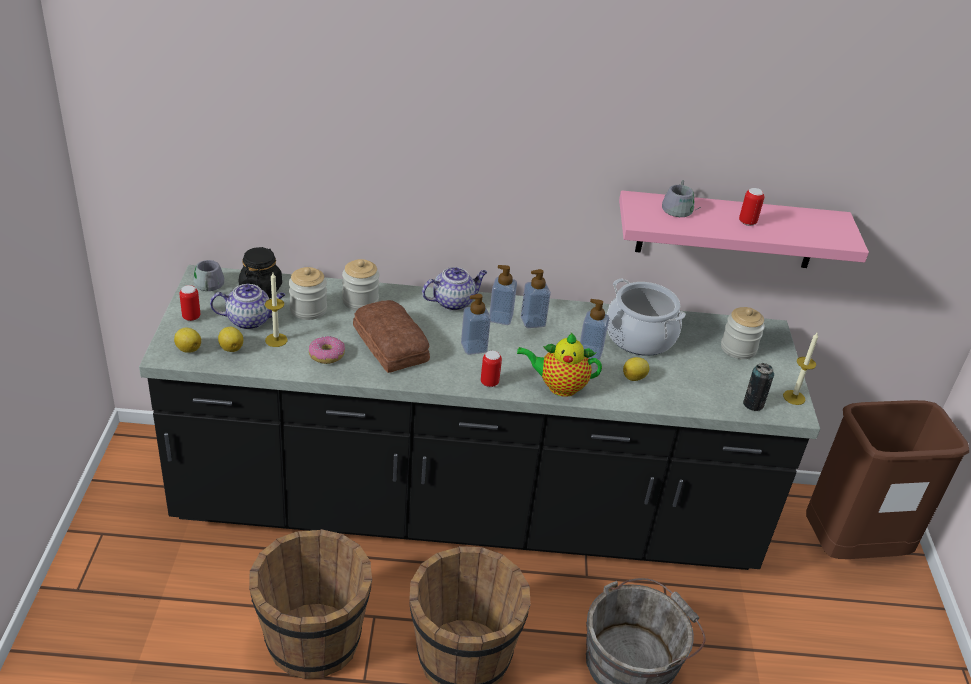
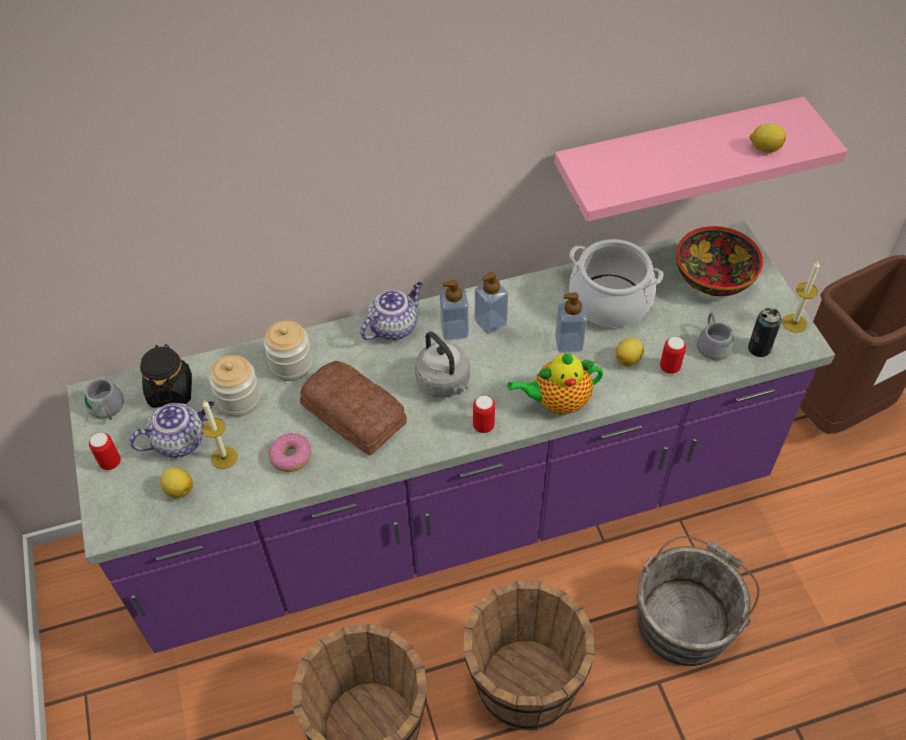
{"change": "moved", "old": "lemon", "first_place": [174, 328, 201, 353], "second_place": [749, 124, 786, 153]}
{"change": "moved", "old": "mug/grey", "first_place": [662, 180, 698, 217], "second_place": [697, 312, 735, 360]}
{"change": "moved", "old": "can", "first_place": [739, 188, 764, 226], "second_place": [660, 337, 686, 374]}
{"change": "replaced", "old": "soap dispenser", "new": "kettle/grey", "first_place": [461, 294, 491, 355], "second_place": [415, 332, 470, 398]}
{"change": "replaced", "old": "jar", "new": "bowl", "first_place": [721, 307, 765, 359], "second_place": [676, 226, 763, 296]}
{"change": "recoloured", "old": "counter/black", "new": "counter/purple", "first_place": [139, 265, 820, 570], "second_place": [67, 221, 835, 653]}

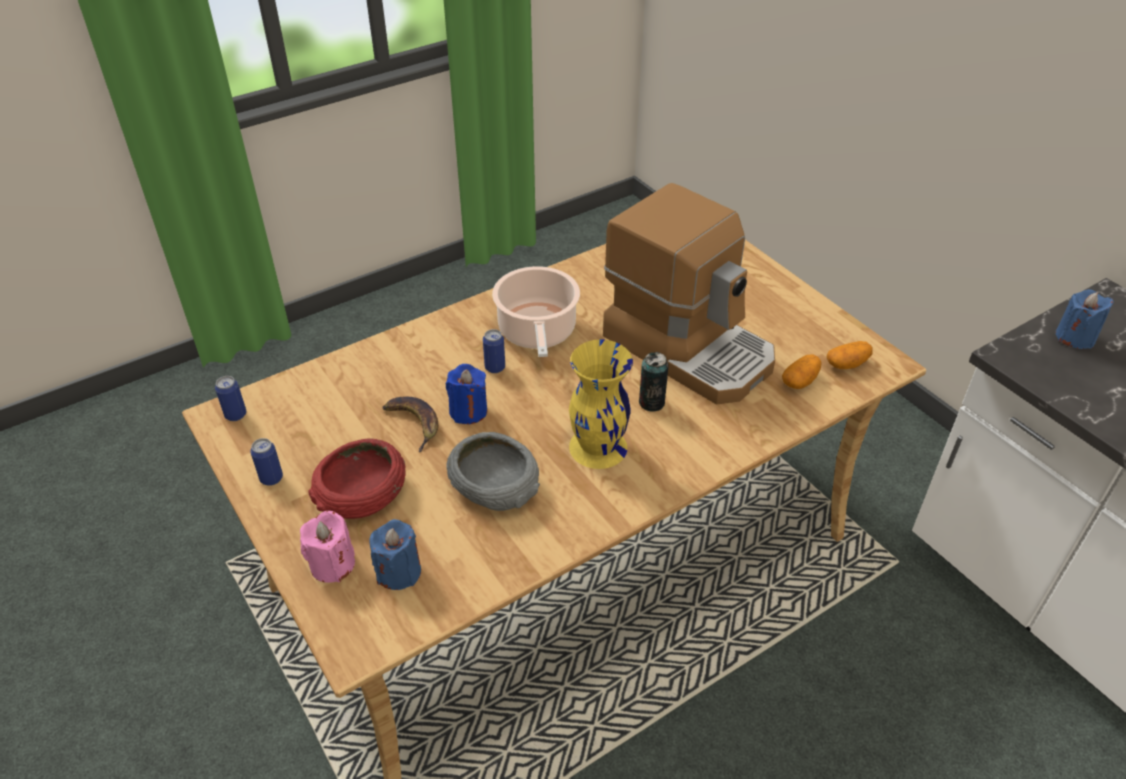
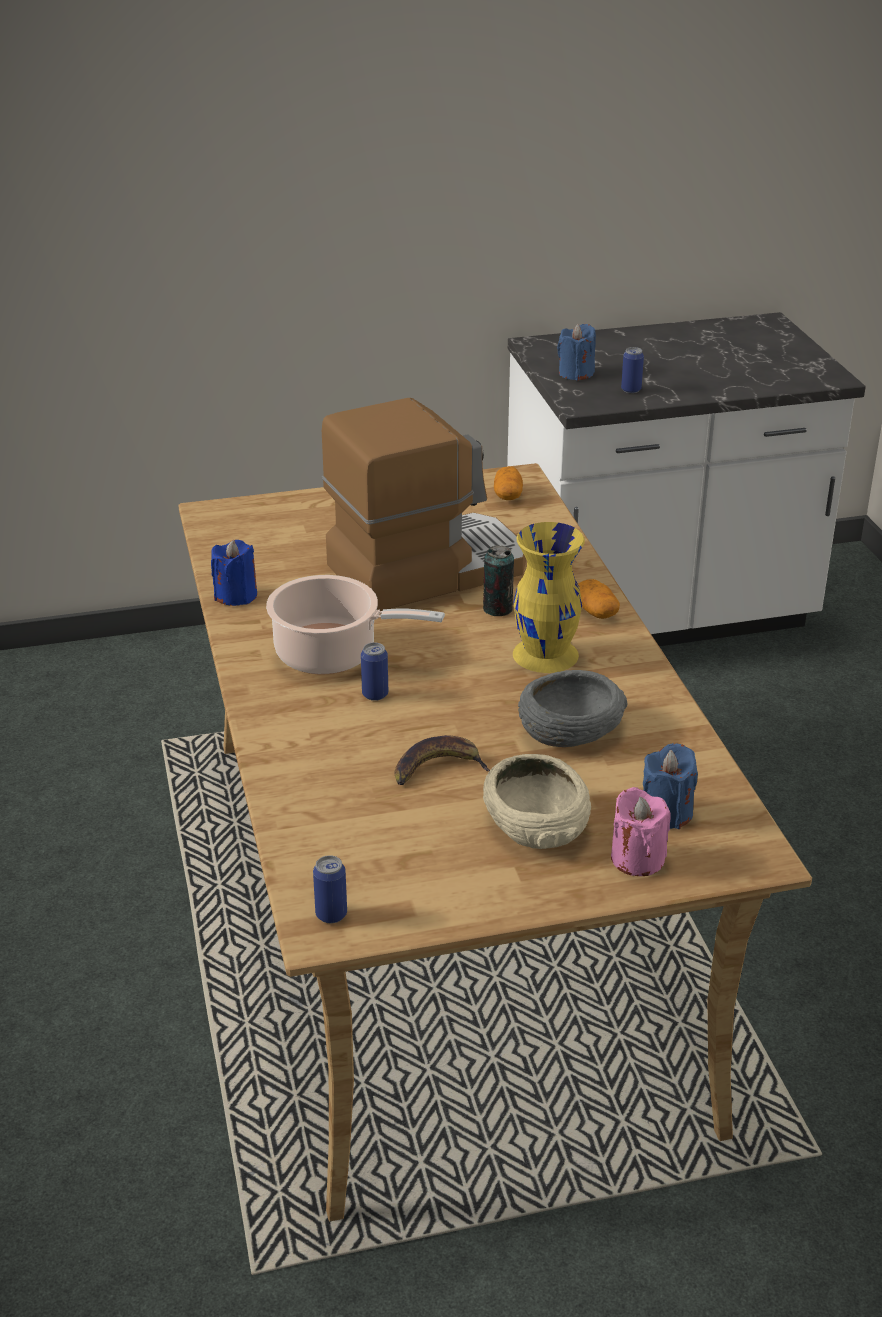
{"change": "moved", "old": "can", "first_place": [250, 438, 283, 486], "second_place": [621, 347, 644, 393]}
{"change": "moved", "old": "candle/blue", "first_place": [446, 364, 487, 424], "second_place": [211, 540, 257, 606]}
{"change": "moved", "old": "potato", "first_place": [782, 354, 822, 389], "second_place": [578, 579, 620, 619]}
{"change": "recoloured", "old": "bowl/red", "new": "bowl/beige", "first_place": [308, 438, 406, 519], "second_place": [483, 754, 591, 849]}

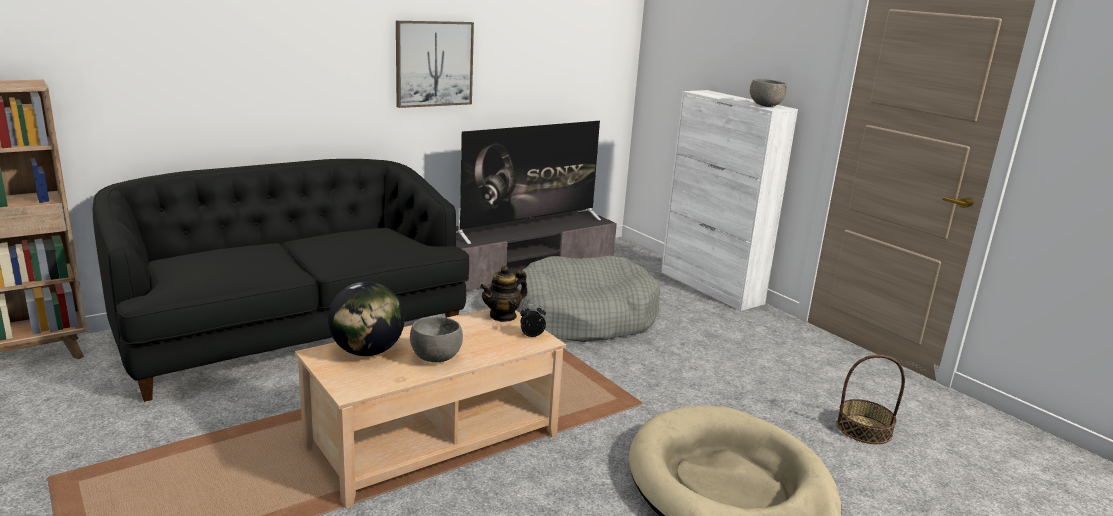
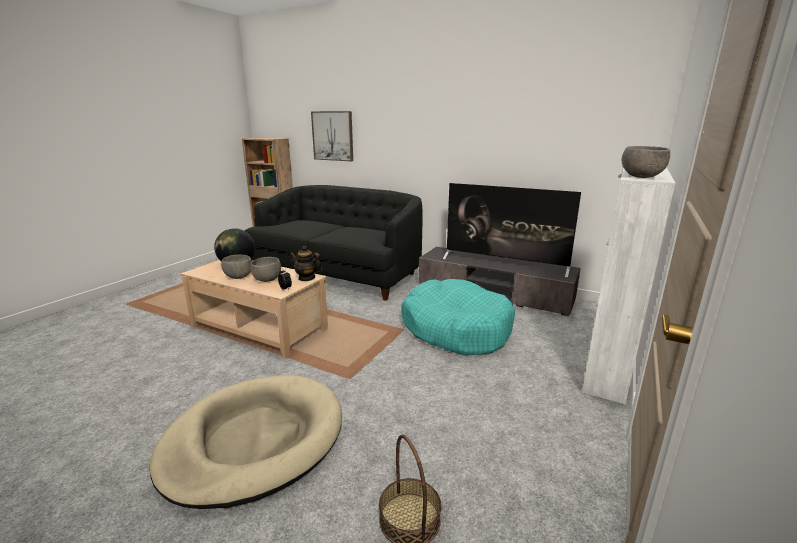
{"change": "added", "new": "bowl/grey", "second_place": [251, 257, 281, 282]}
{"change": "moved", "old": "picture", "first_place": [396, 21, 474, 108], "second_place": [311, 111, 353, 161]}
{"change": "recoloured", "old": "dog bed/grey", "new": "dog bed/turquoise", "first_place": [516, 256, 660, 342], "second_place": [401, 279, 515, 356]}

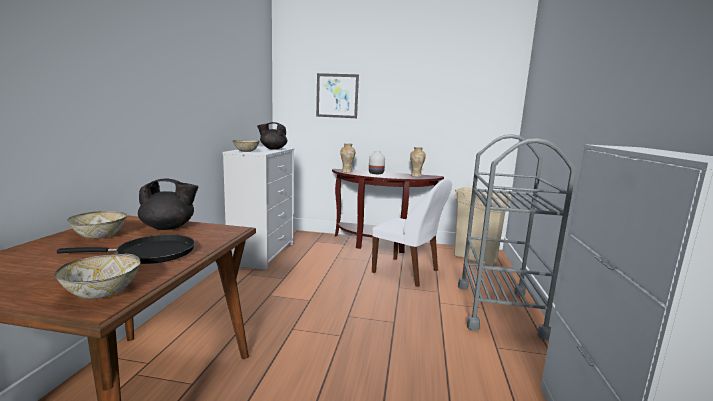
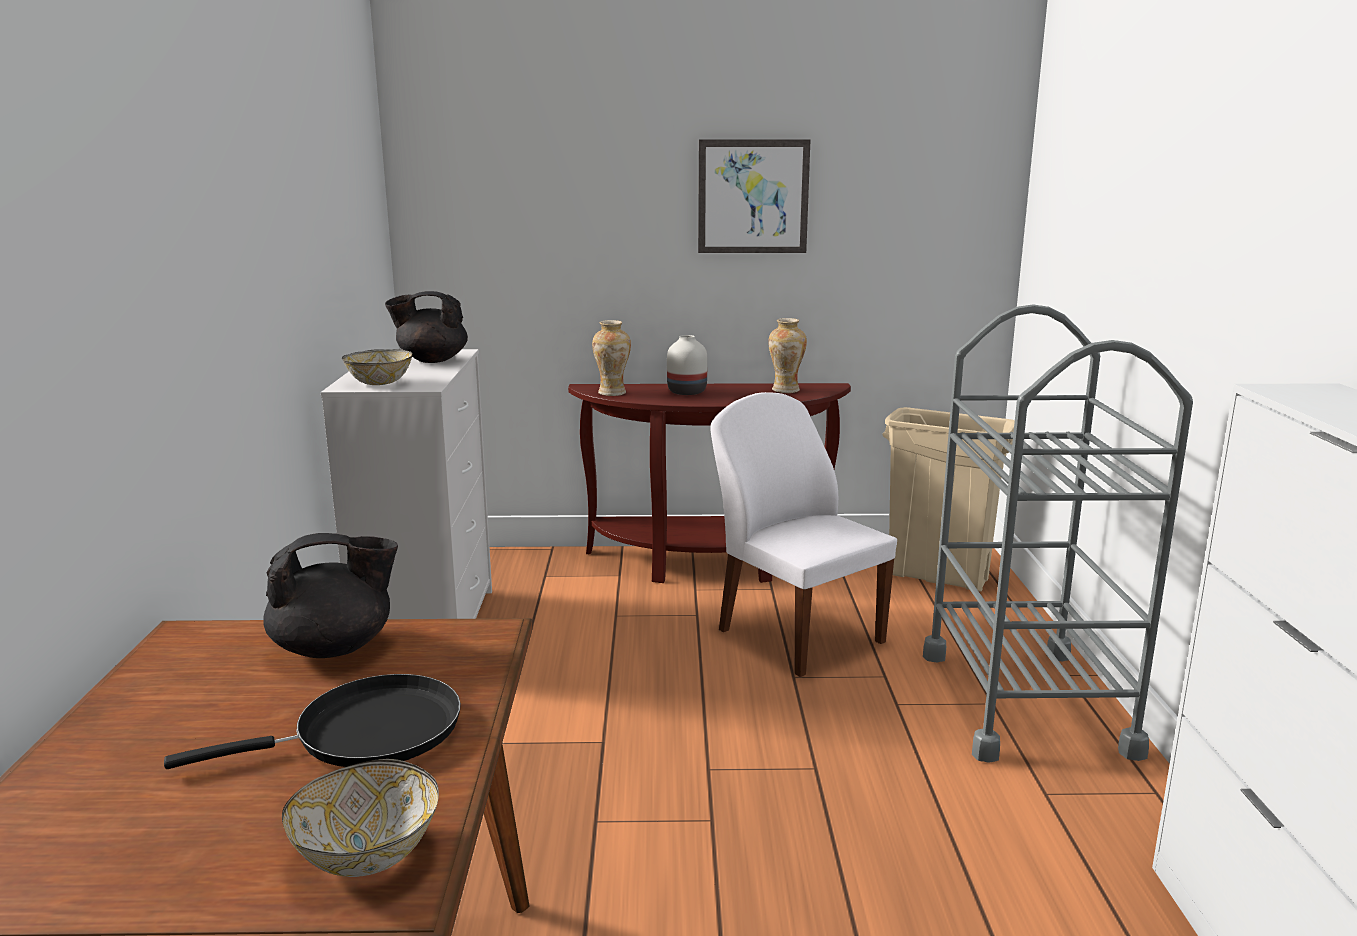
{"change": "removed", "old": "bowl", "first_place": [67, 211, 127, 239]}
{"change": "moved", "old": "picture", "first_place": [316, 73, 359, 118], "second_place": [698, 140, 810, 253]}
{"change": "turned", "old": "chair/white", "first_place": [372, 179, 452, 287], "second_place": [710, 392, 897, 677], "degrees": -150}

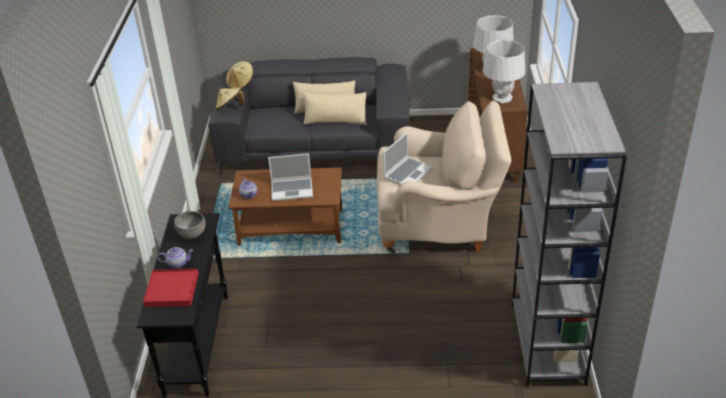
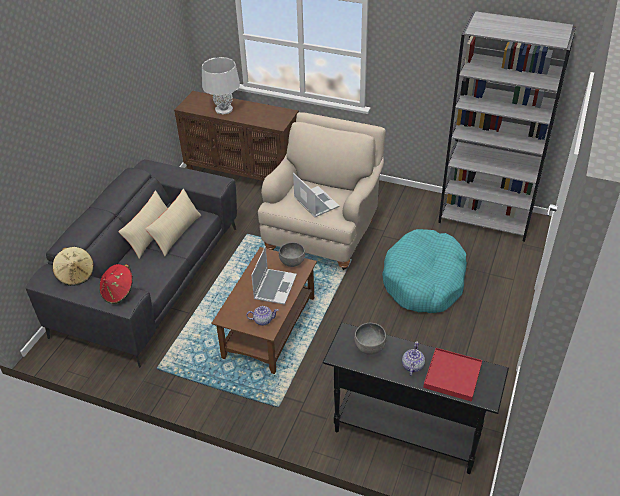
{"change": "removed", "old": "table lamp/grey", "first_place": [483, 40, 525, 103]}
{"change": "added", "new": "bowl/grey", "second_place": [279, 242, 305, 267]}
{"change": "added", "new": "dog bed/turquoise", "second_place": [382, 229, 467, 313]}
{"change": "recoloured", "old": "hat/beige", "new": "hat/red", "first_place": [215, 88, 244, 110], "second_place": [99, 264, 133, 304]}

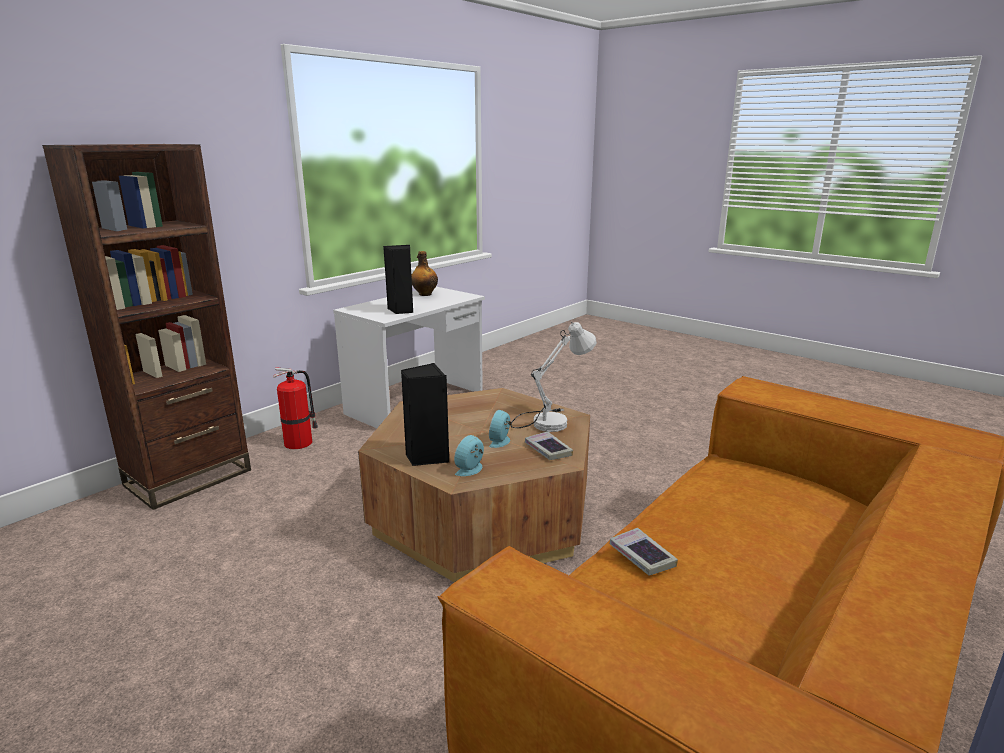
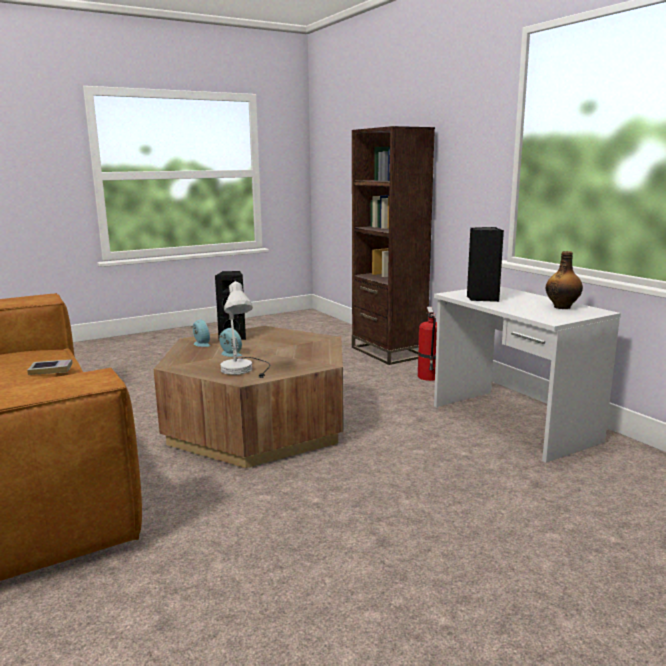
{"change": "removed", "old": "book", "first_place": [525, 431, 573, 460]}

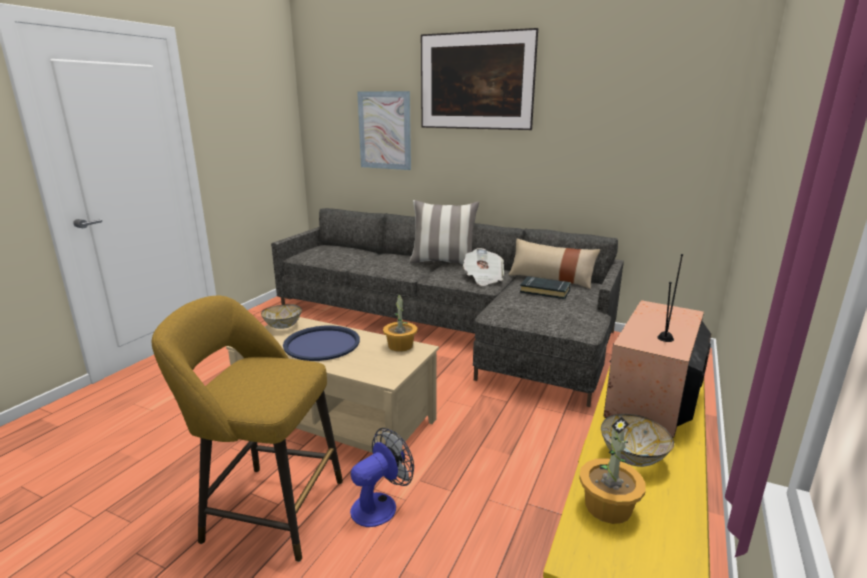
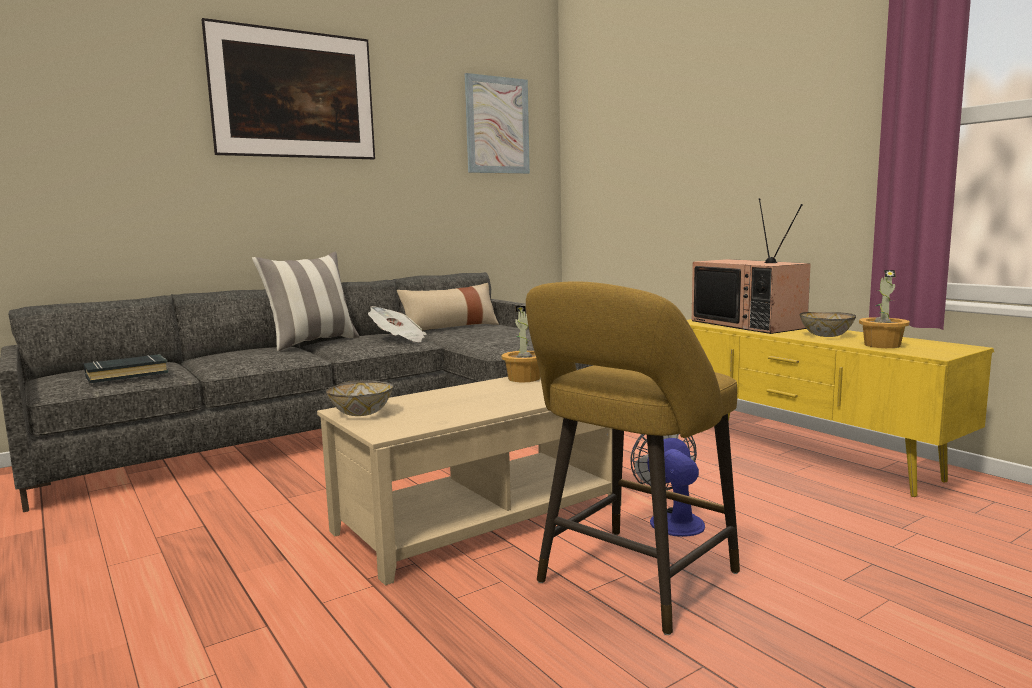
{"change": "removed", "old": "tray/blue", "first_place": [283, 326, 360, 361]}
{"change": "moved", "old": "picture", "first_place": [357, 91, 411, 170], "second_place": [465, 73, 530, 174]}
{"change": "moved", "old": "book/black", "first_place": [520, 276, 571, 299], "second_place": [84, 354, 169, 383]}

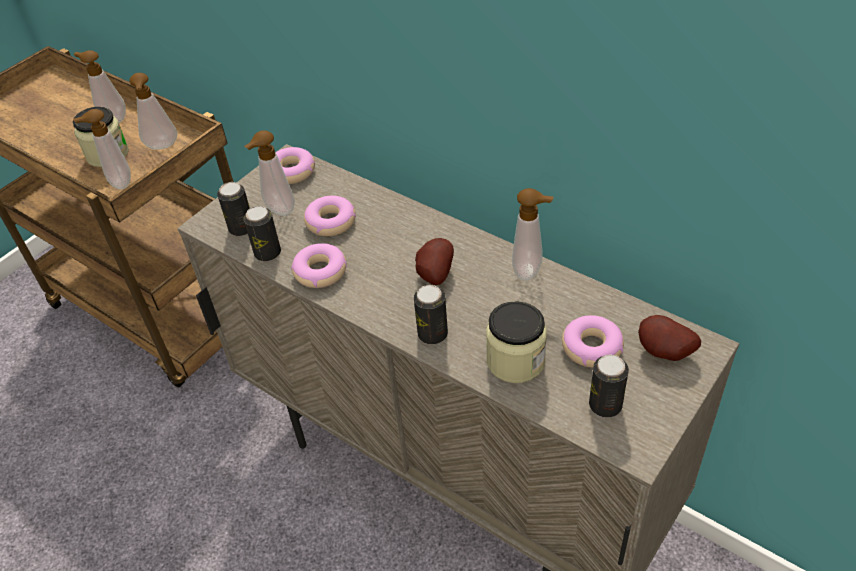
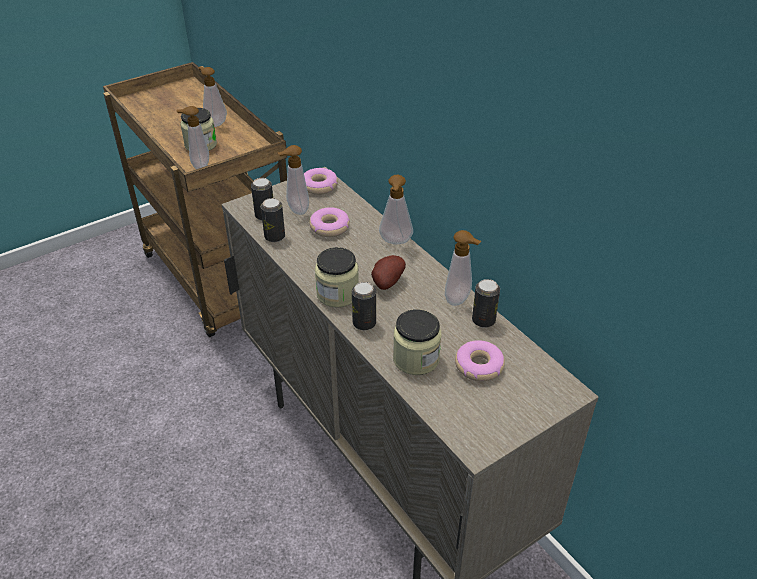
{"change": "removed", "old": "donut", "first_place": [291, 243, 347, 288]}
{"change": "removed", "old": "potato", "first_place": [638, 315, 701, 361]}
{"change": "added", "new": "jar", "second_place": [315, 247, 359, 308]}
{"change": "moved", "old": "soap dispenser", "first_place": [129, 73, 178, 150], "second_place": [379, 174, 413, 244]}
{"change": "moved", "old": "can", "first_place": [589, 355, 629, 417], "second_place": [472, 279, 500, 328]}

